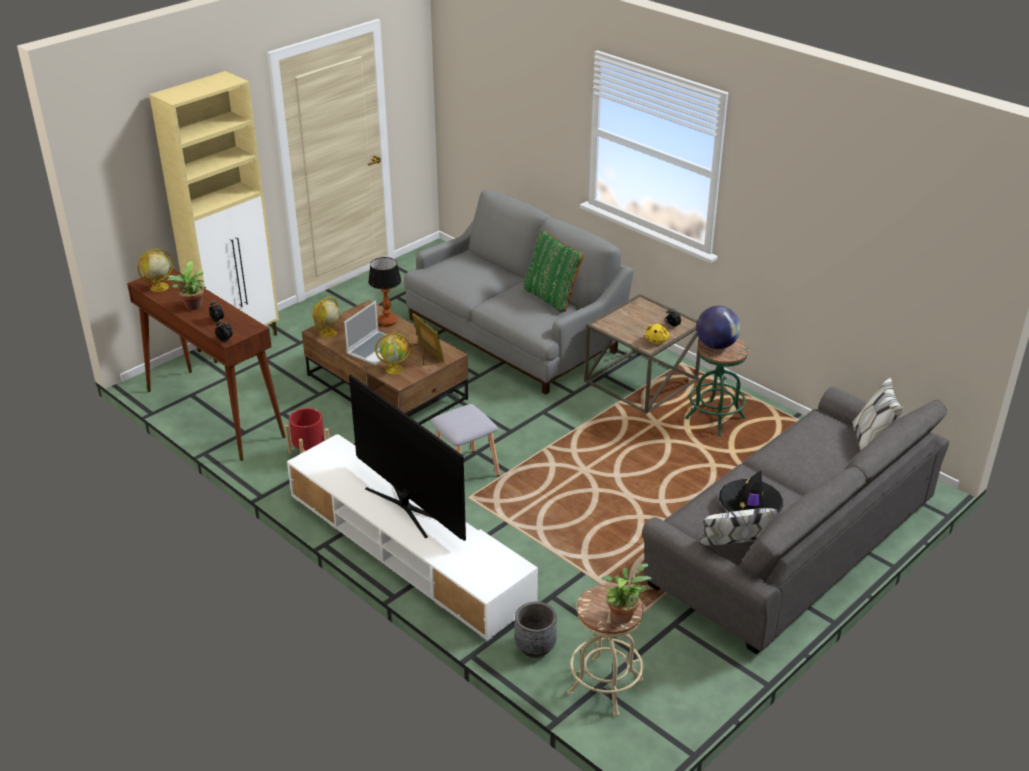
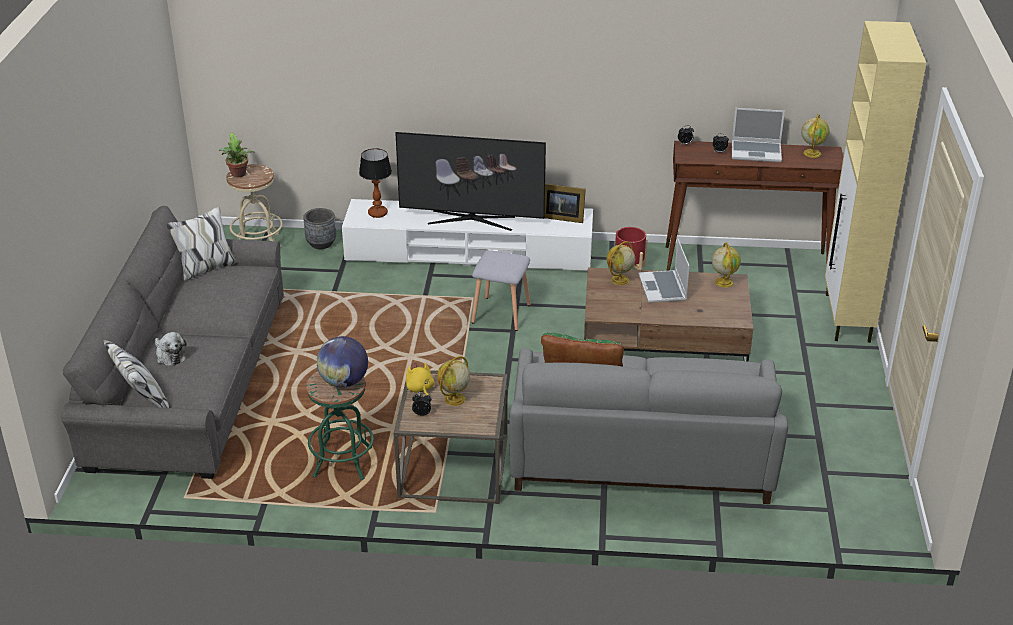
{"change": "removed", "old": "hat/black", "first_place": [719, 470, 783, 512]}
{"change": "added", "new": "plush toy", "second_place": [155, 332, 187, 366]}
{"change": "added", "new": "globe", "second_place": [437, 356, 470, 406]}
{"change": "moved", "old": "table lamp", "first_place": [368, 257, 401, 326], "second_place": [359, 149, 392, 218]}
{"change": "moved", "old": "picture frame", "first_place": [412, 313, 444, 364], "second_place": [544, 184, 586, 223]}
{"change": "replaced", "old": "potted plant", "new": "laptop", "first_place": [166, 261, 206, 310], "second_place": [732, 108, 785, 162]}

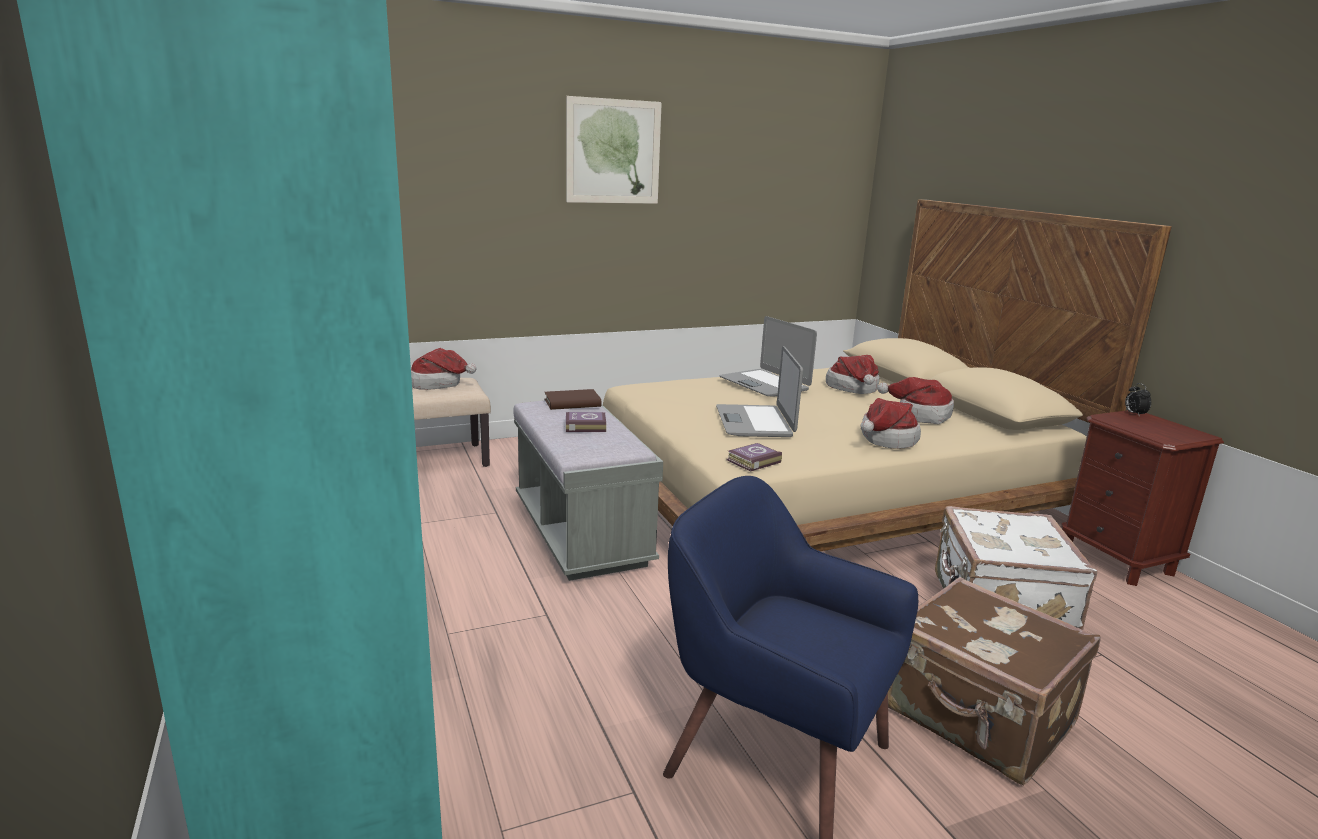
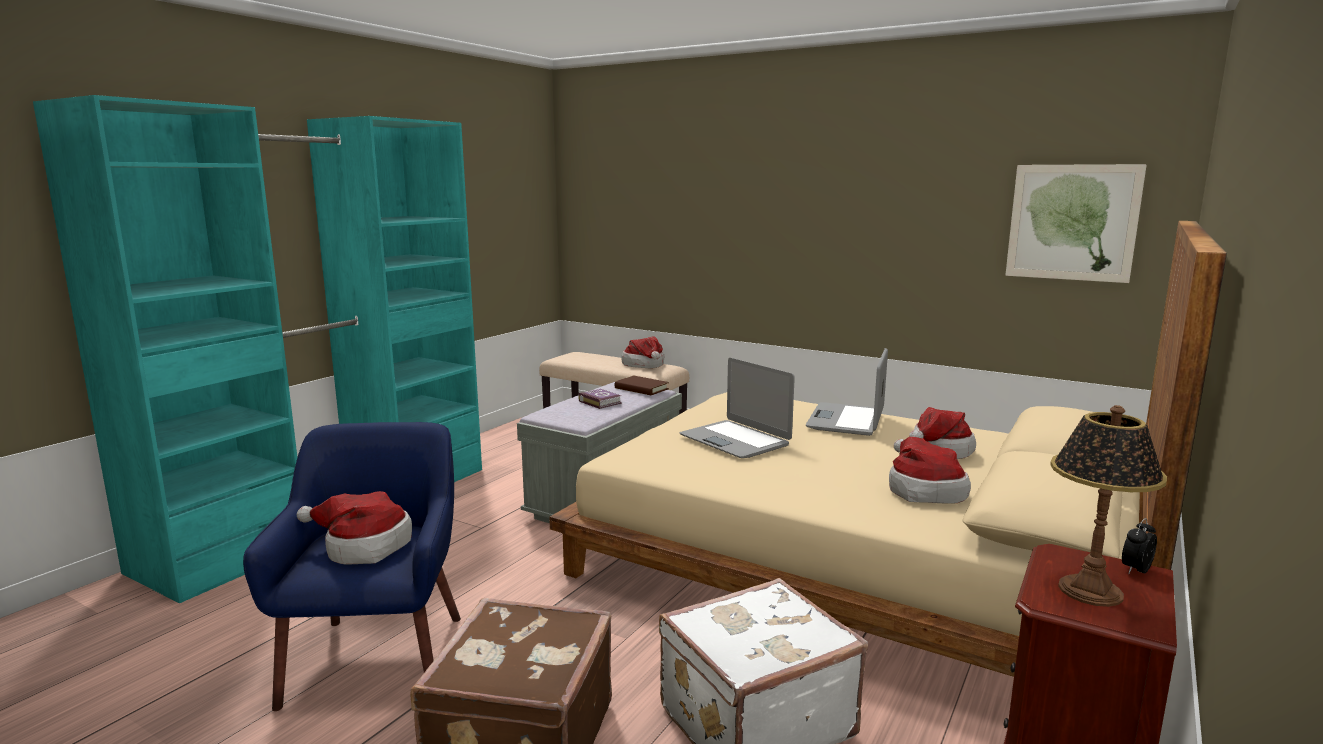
{"change": "removed", "old": "book", "first_place": [727, 443, 782, 472]}
{"change": "added", "new": "table lamp", "second_place": [1050, 405, 1167, 607]}
{"change": "moved", "old": "picture", "first_place": [566, 96, 662, 204], "second_place": [1005, 164, 1147, 283]}
{"change": "moved", "old": "hat", "first_place": [860, 398, 921, 449], "second_place": [297, 491, 412, 564]}
{"change": "turned", "old": "laptop", "first_place": [716, 346, 803, 437], "second_place": [680, 358, 795, 458], "degrees": -90}

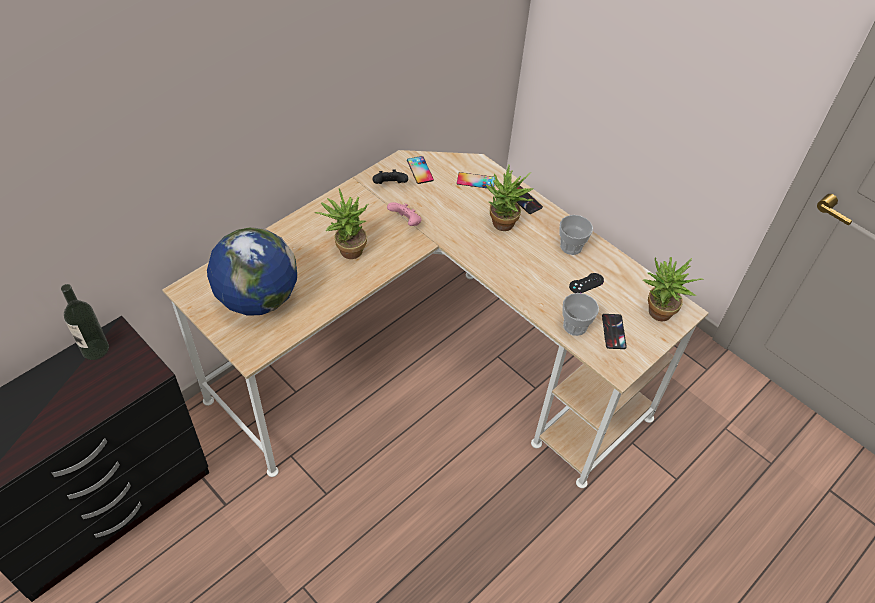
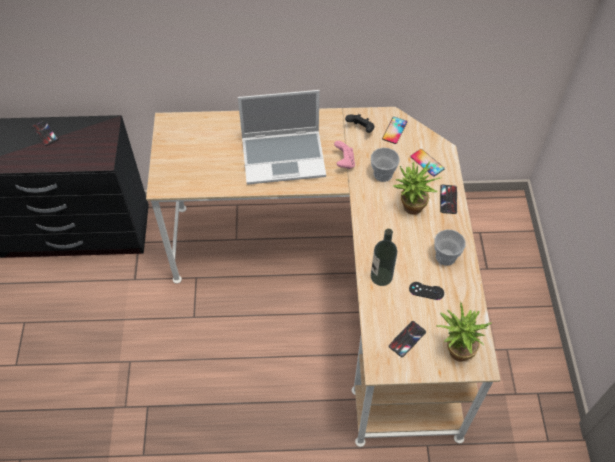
{"change": "removed", "old": "globe", "first_place": [207, 227, 297, 316]}
{"change": "added", "new": "phone", "second_place": [31, 120, 58, 146]}
{"change": "moved", "old": "bottle", "first_place": [61, 284, 109, 360], "second_place": [371, 229, 397, 286]}
{"change": "moved", "old": "cup", "first_place": [562, 293, 599, 336], "second_place": [371, 148, 399, 182]}
{"change": "replaced", "old": "potted plant", "new": "laptop", "first_place": [315, 189, 368, 259], "second_place": [238, 90, 326, 185]}

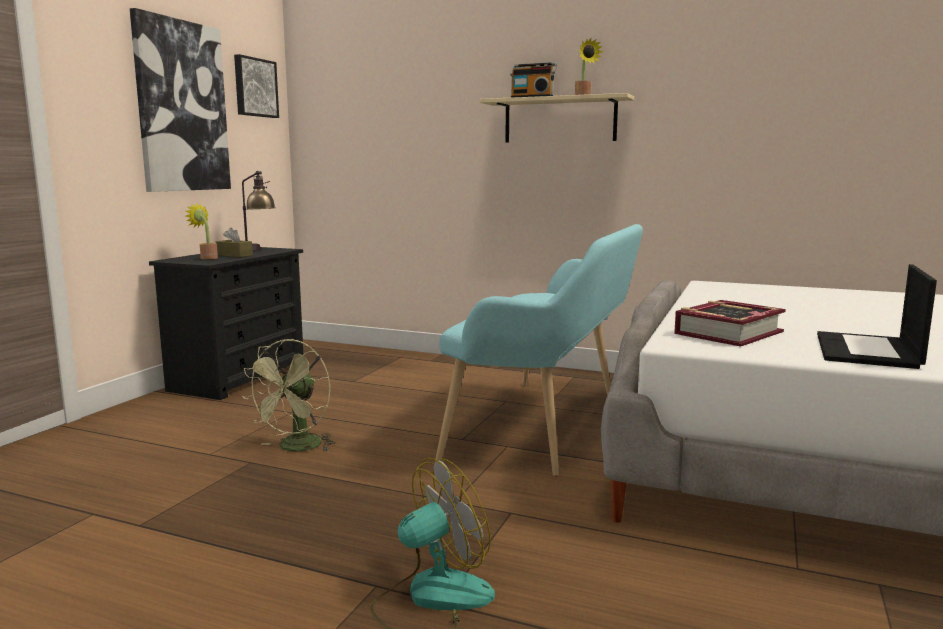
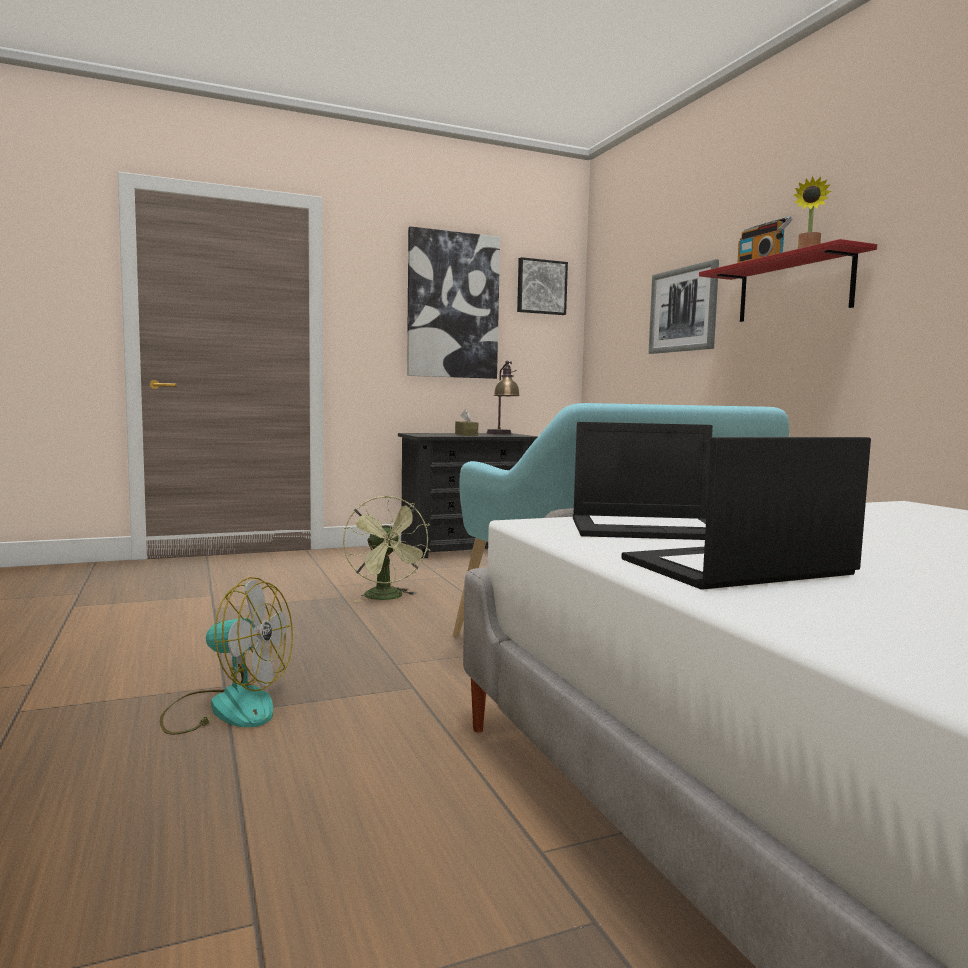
{"change": "removed", "old": "potted plant", "first_place": [186, 203, 218, 259]}
{"change": "added", "new": "picture", "second_place": [648, 259, 719, 354]}
{"change": "replaced", "old": "book", "new": "laptop", "first_place": [674, 300, 786, 347], "second_place": [573, 422, 713, 540]}
{"change": "recoloured", "old": "shelf/beige", "new": "shelf/red", "first_place": [480, 93, 634, 143], "second_place": [699, 239, 877, 322]}
{"change": "turned", "old": "fan/green", "first_place": [242, 339, 336, 452], "second_place": [343, 496, 430, 602], "degrees": -90}

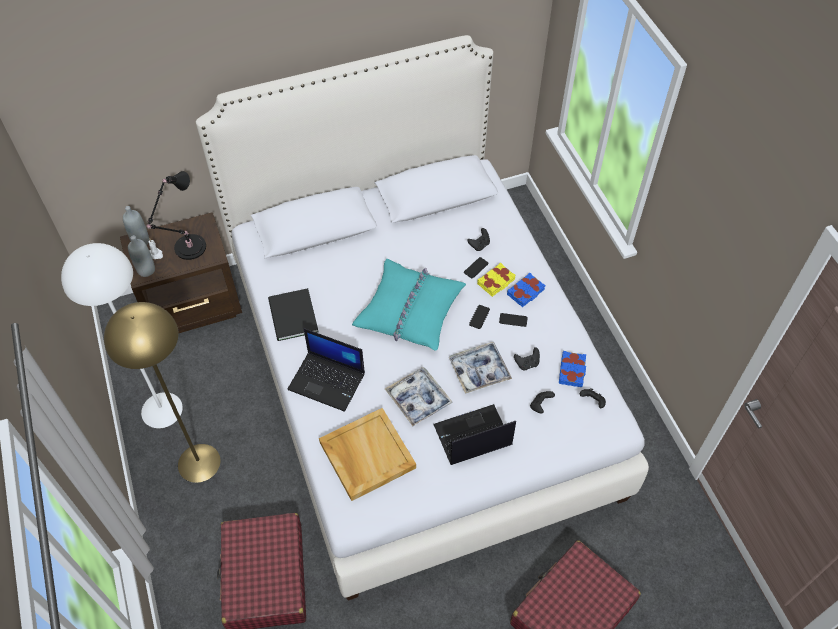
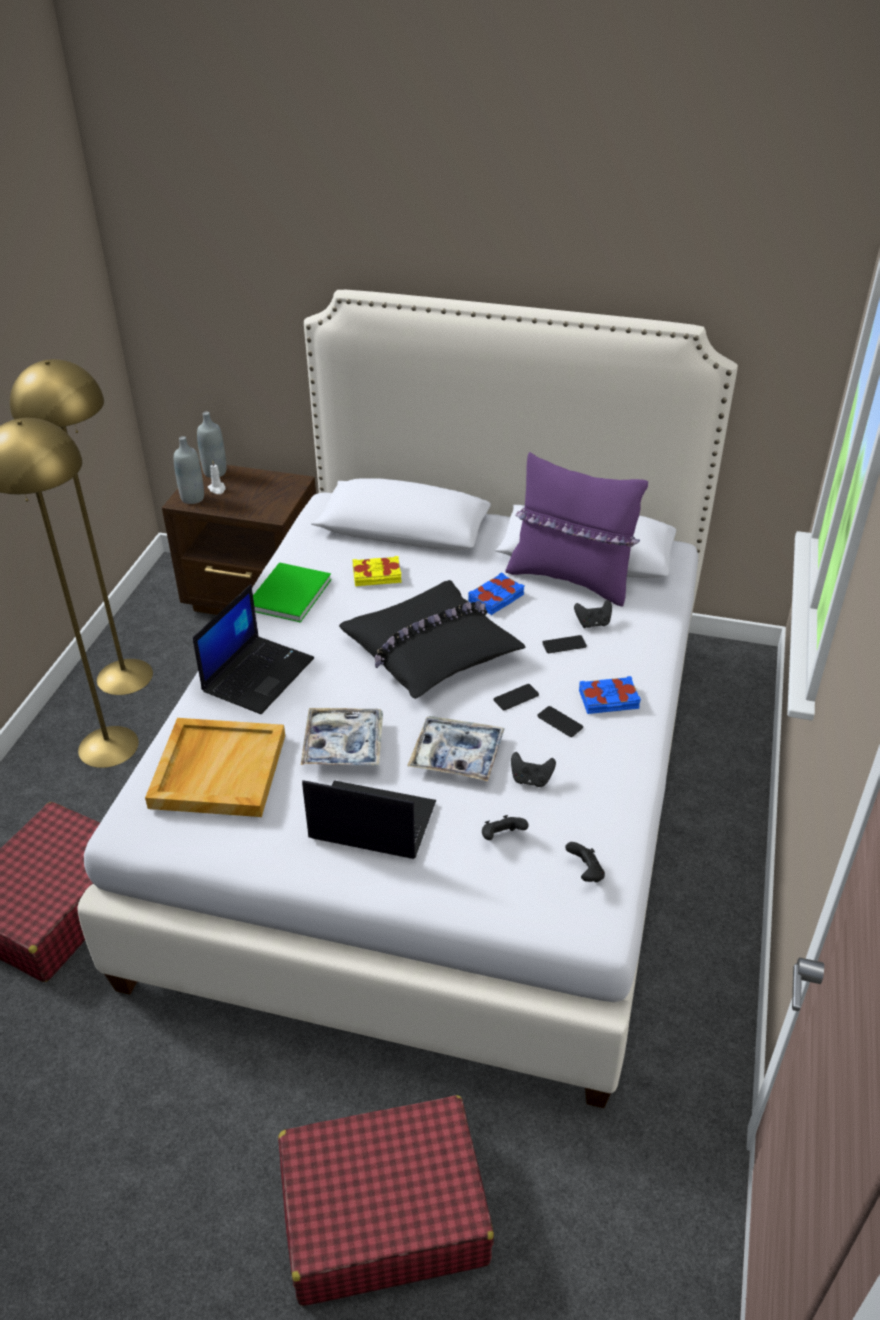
{"change": "removed", "old": "table lamp/black", "first_place": [147, 171, 206, 260]}
{"change": "added", "new": "pillow/purple", "second_place": [505, 452, 648, 606]}
{"change": "moved", "old": "book/yellow", "first_place": [477, 262, 516, 297], "second_place": [352, 556, 401, 586]}
{"change": "moved", "old": "book/blue", "first_place": [559, 351, 586, 387], "second_place": [468, 572, 524, 615]}
{"change": "recoloured", "old": "floor lamp/white", "new": "floor lamp/yellow", "first_place": [61, 243, 183, 428], "second_place": [10, 359, 153, 695]}
{"change": "recoloured", "old": "book/black", "new": "book/green", "first_place": [268, 288, 319, 341], "second_place": [253, 562, 332, 623]}
{"change": "recoloured", "old": "pillow/turquoise", "new": "pillow/black", "first_place": [352, 259, 466, 351], "second_place": [339, 580, 526, 699]}
{"change": "turned", "old": "laptop", "first_place": [287, 328, 365, 412], "second_place": [193, 584, 314, 714], "degrees": -120}

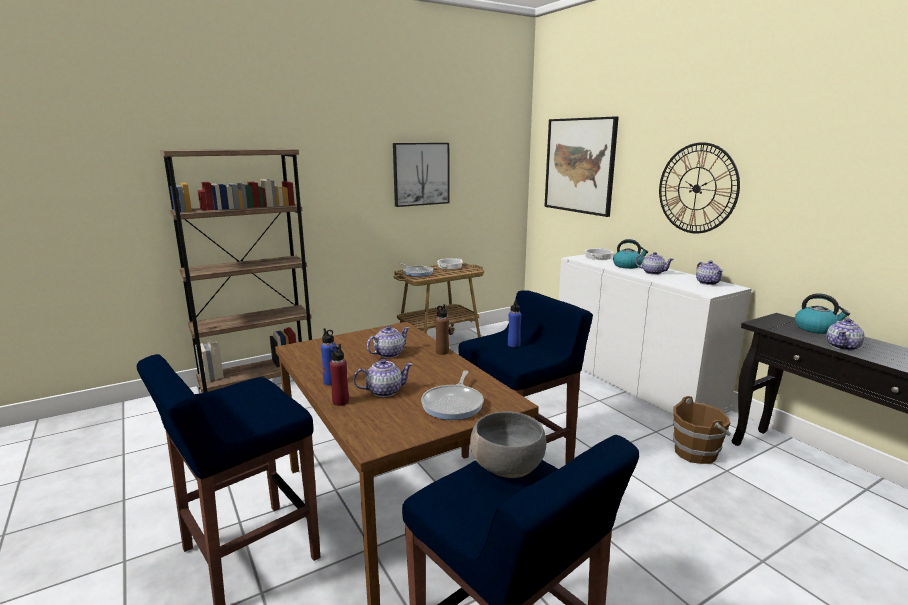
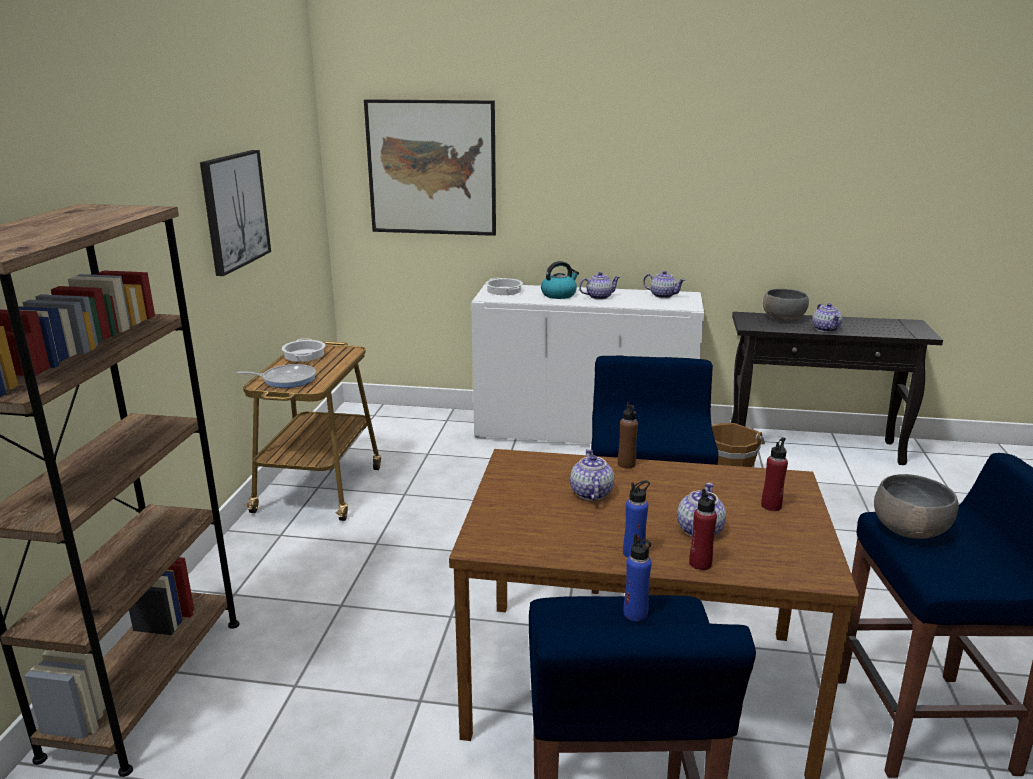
{"change": "removed", "old": "wall clock", "first_place": [659, 142, 740, 233]}
{"change": "moved", "old": "bottle/blue", "first_place": [508, 299, 522, 347], "second_place": [624, 534, 652, 621]}
{"change": "replaced", "old": "frying pan", "new": "bottle/red", "first_place": [421, 371, 484, 420], "second_place": [761, 437, 788, 511]}
{"change": "replaced", "old": "kettle", "new": "bowl/grey", "first_place": [795, 293, 850, 334], "second_place": [763, 289, 809, 322]}

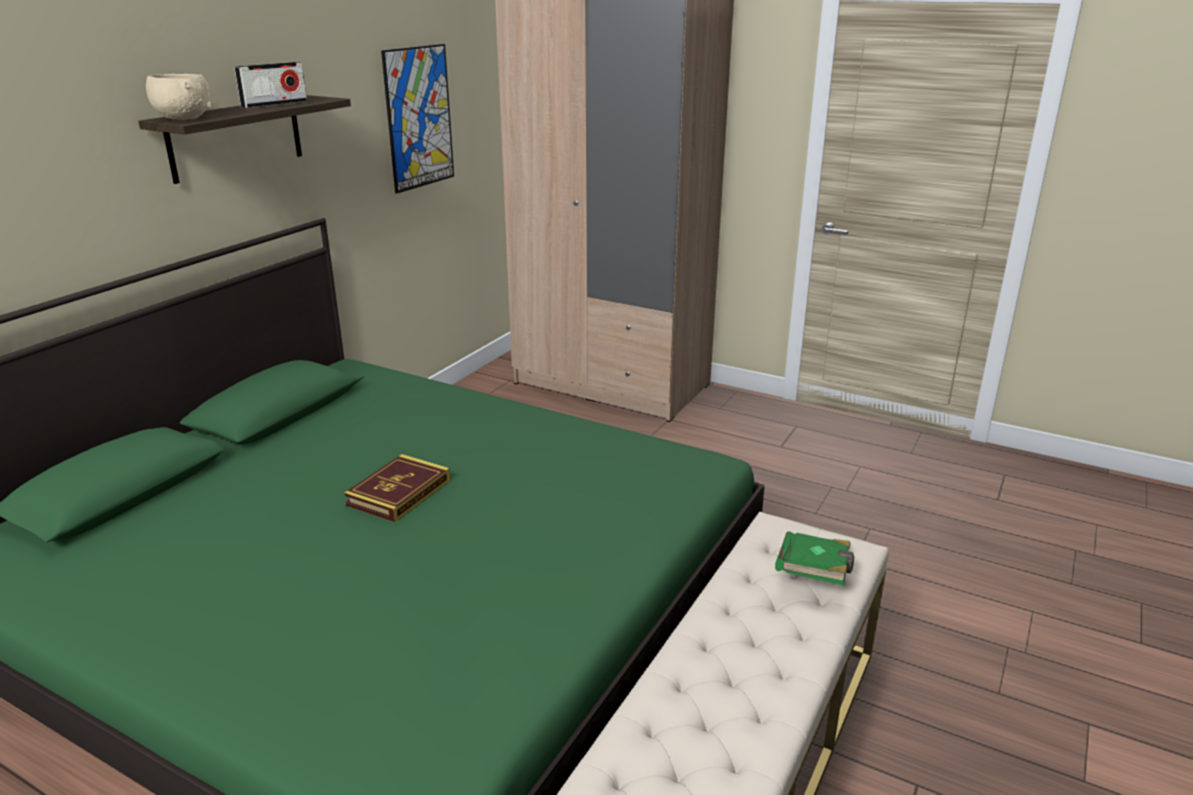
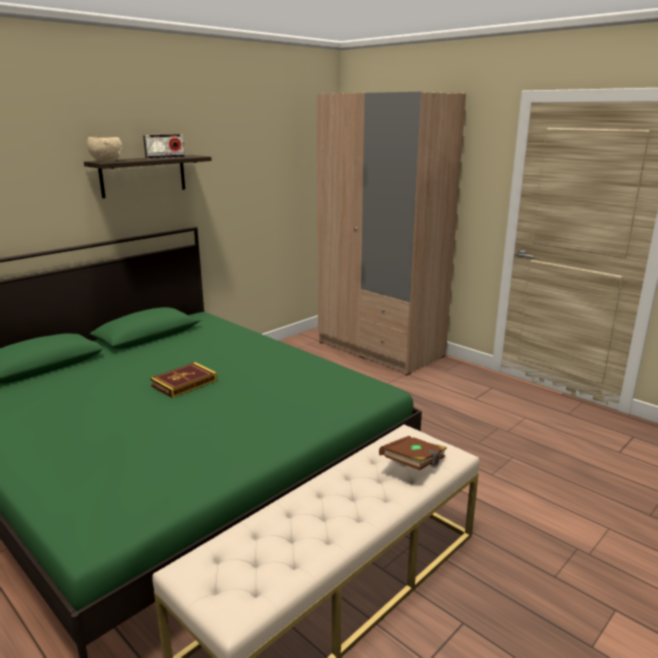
{"change": "removed", "old": "picture", "first_place": [381, 44, 454, 193]}
{"change": "recoloured", "old": "book/green", "new": "book/brown", "first_place": [775, 531, 854, 586], "second_place": [379, 436, 447, 470]}

